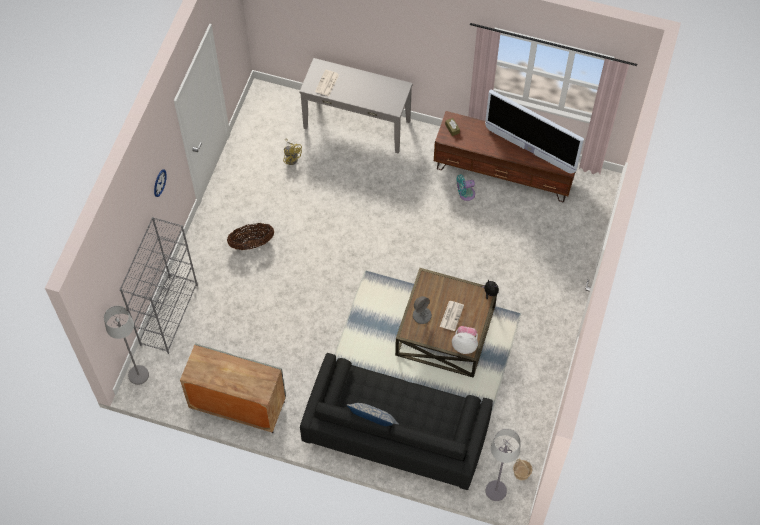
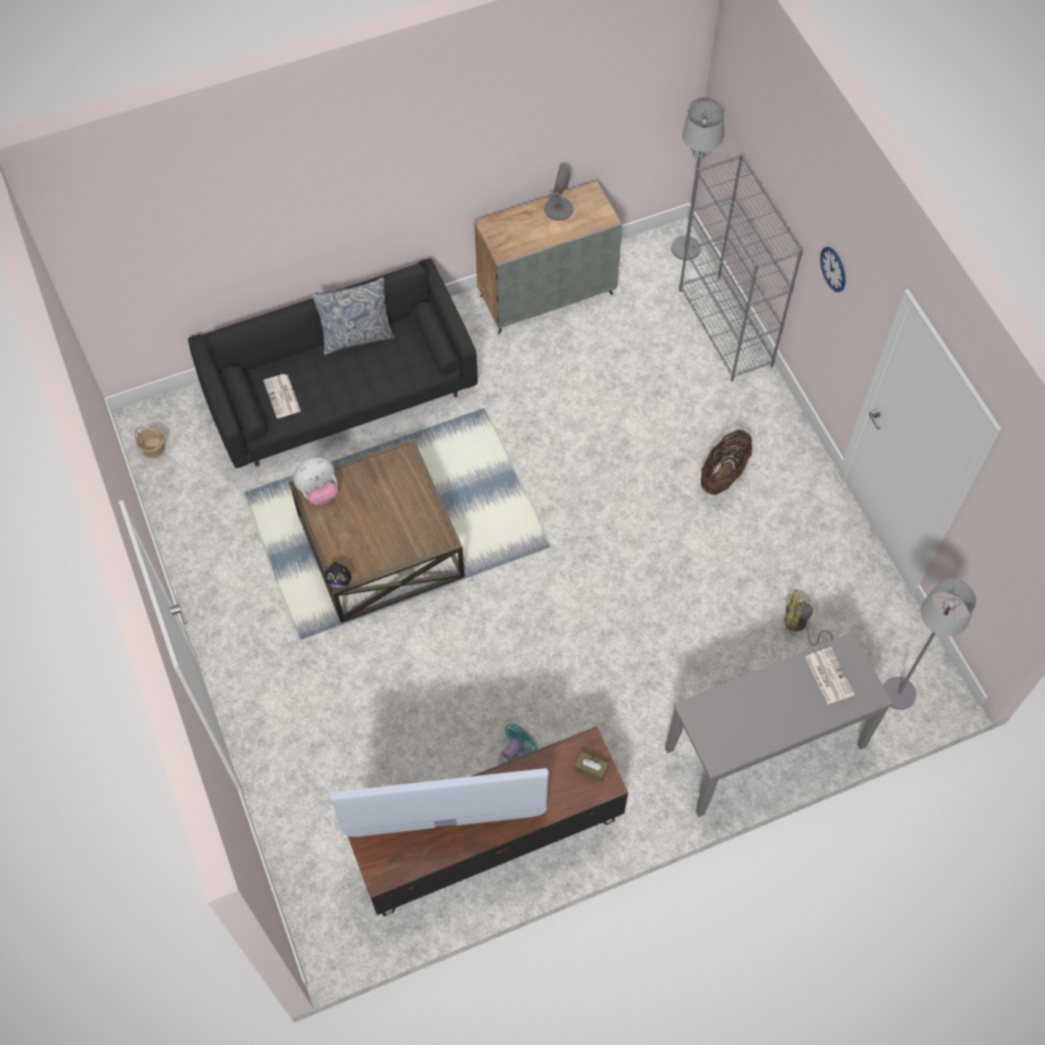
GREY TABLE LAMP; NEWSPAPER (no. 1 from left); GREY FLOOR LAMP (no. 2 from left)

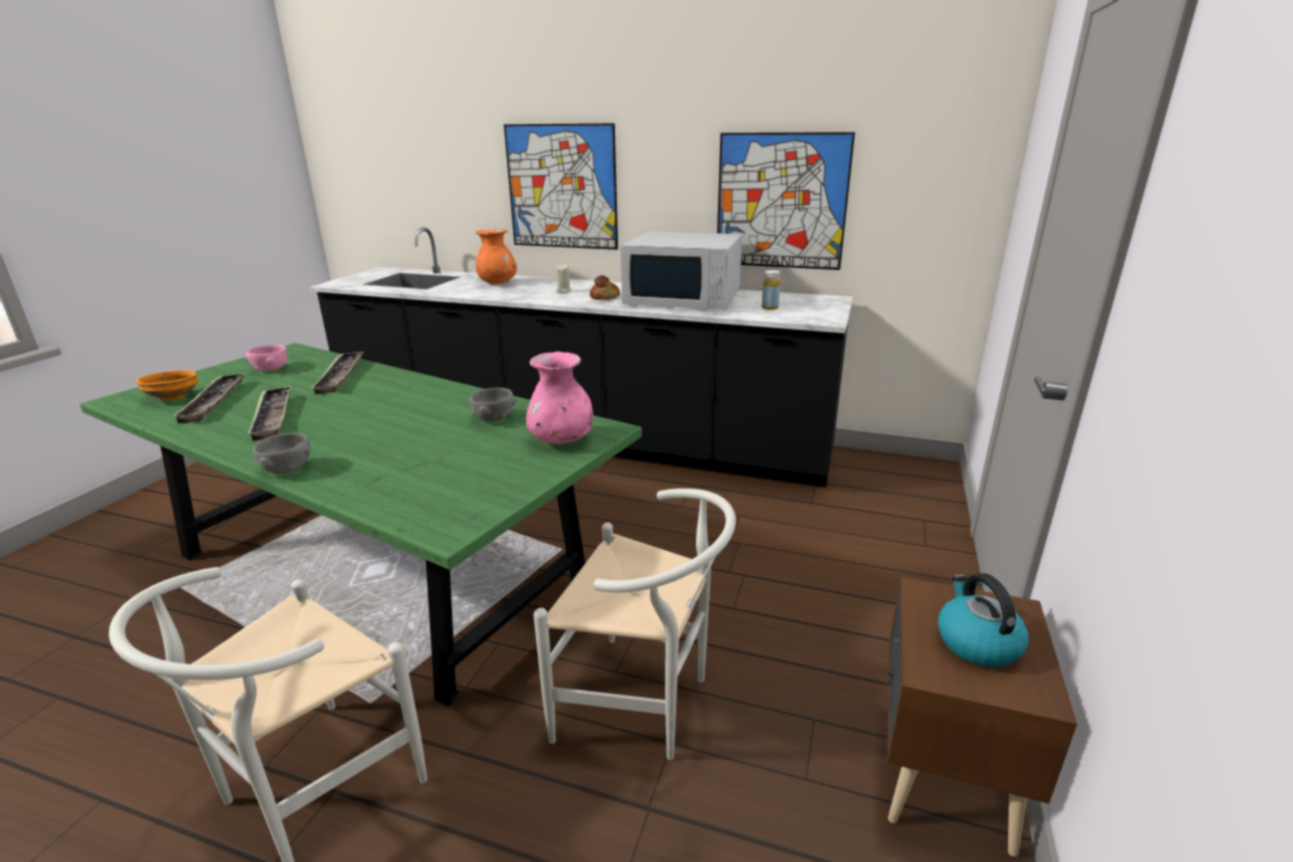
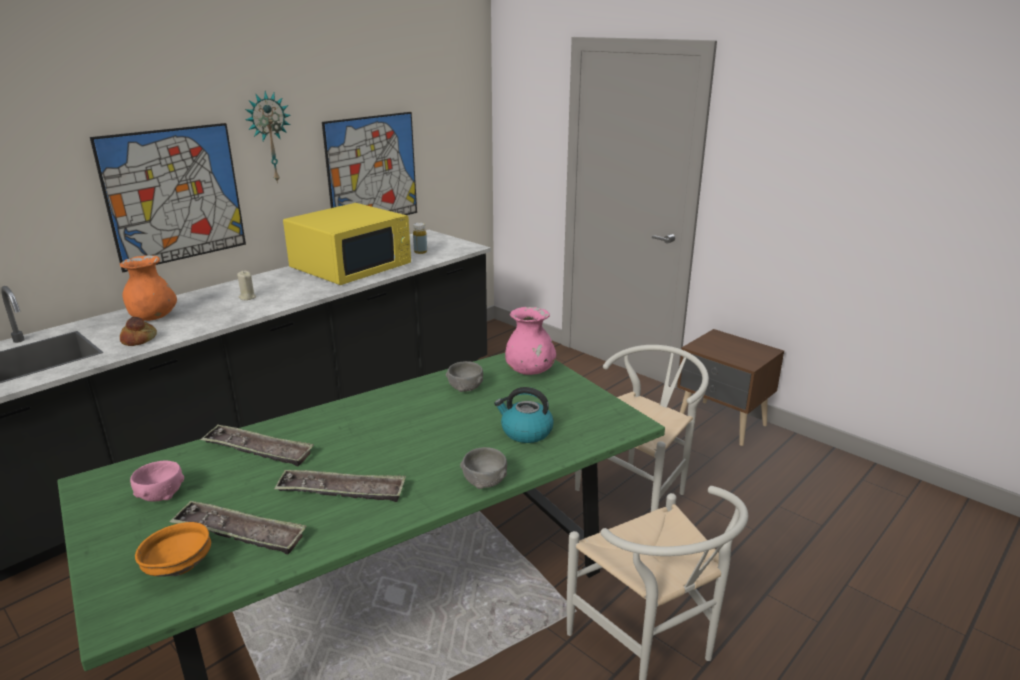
WALL CLOCK; BREAD; KETTLE; YELLOW MICROWAVE

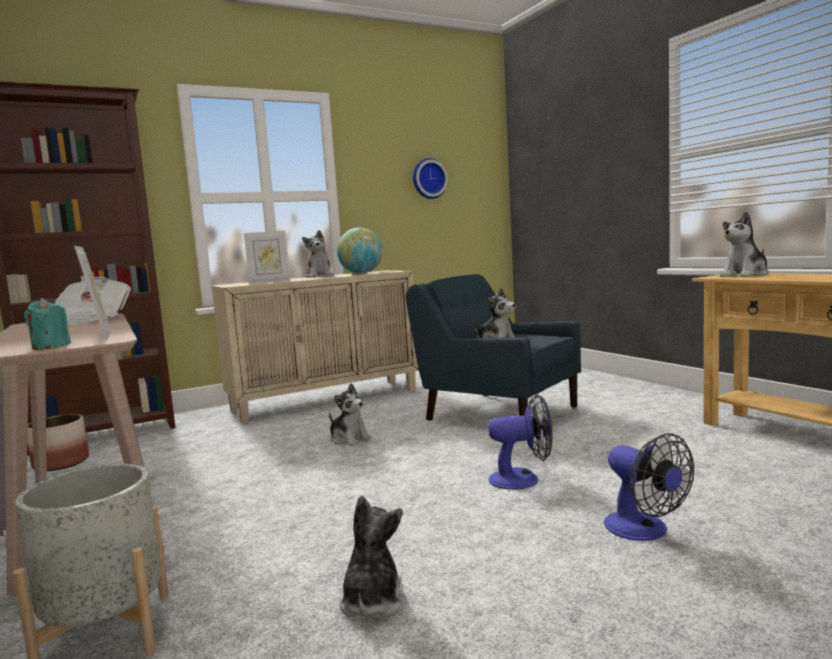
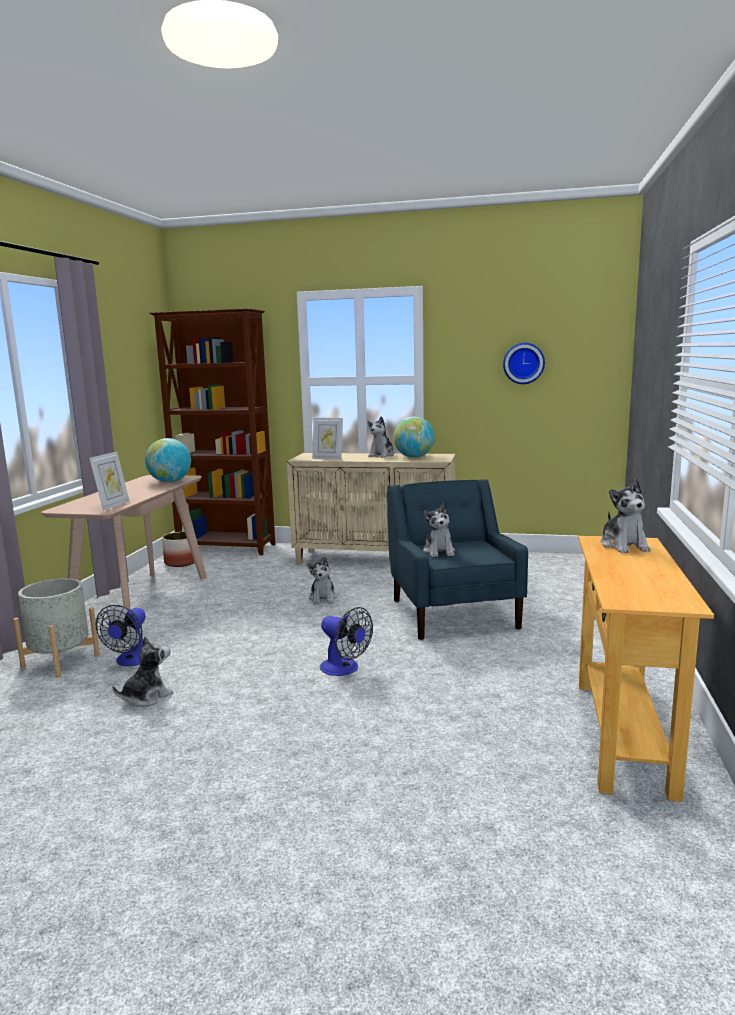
TURQUOISE CANDLE; FAN (no. 1 from left); GLOBE (no. 1 from left); PLUSH TOY (no. 5 from left)

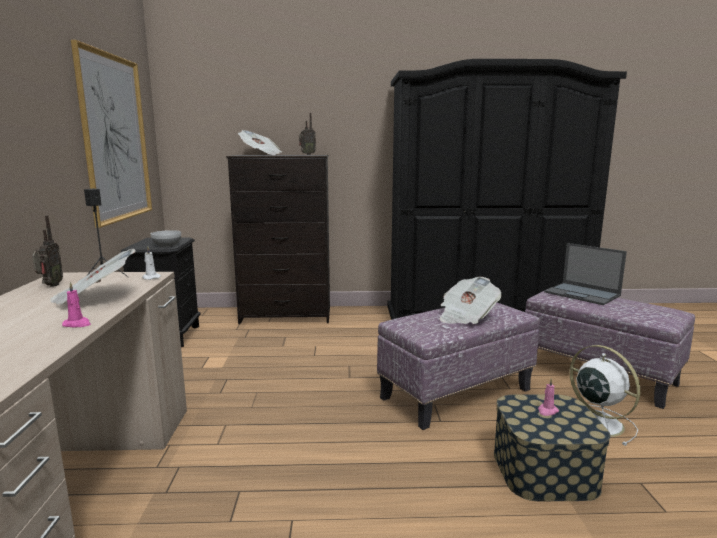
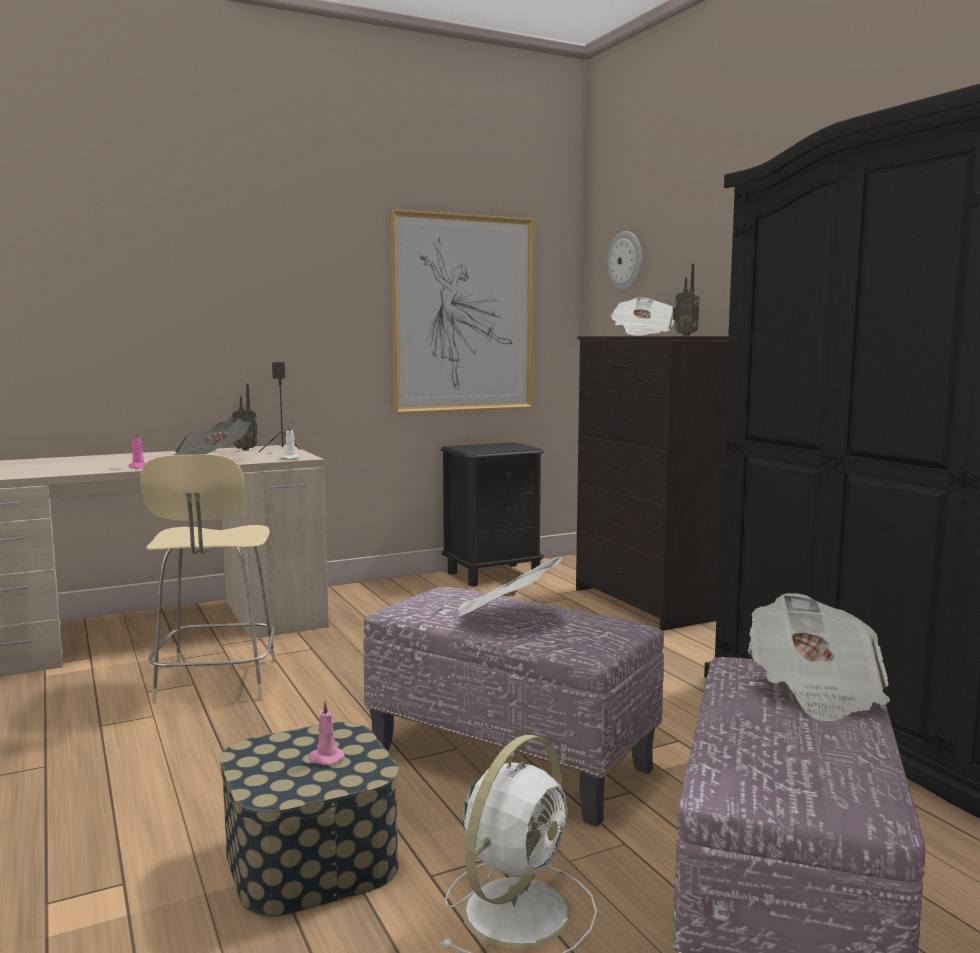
BOWL; BEIGE CHAIR; WALL CLOCK; NEWSPAPER (no. 4 from left)

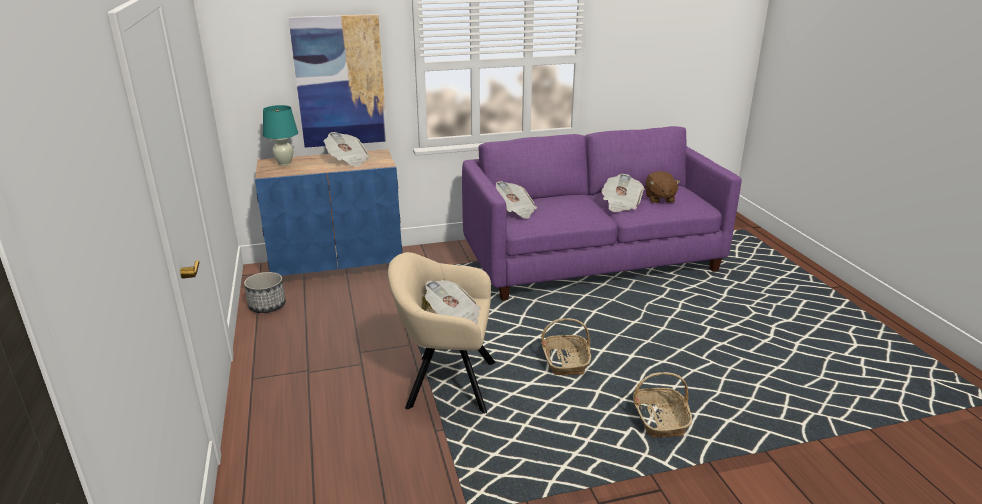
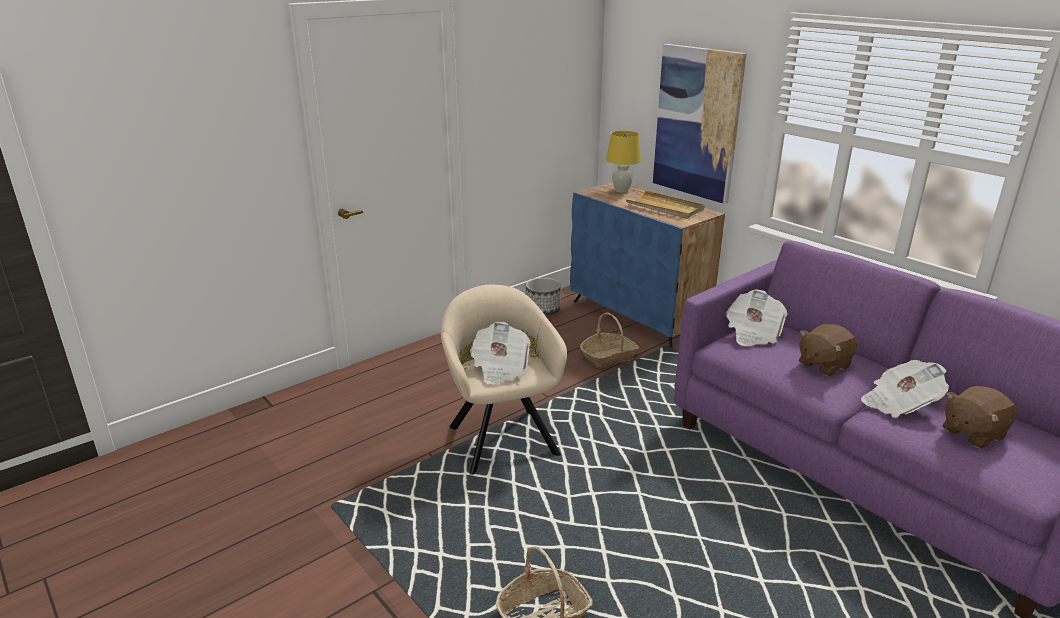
BROWN PLUSH TOY (no. 1 from left); BASKET (no. 2 from left); BEIGE TRAY; YELLOW TABLE LAMP

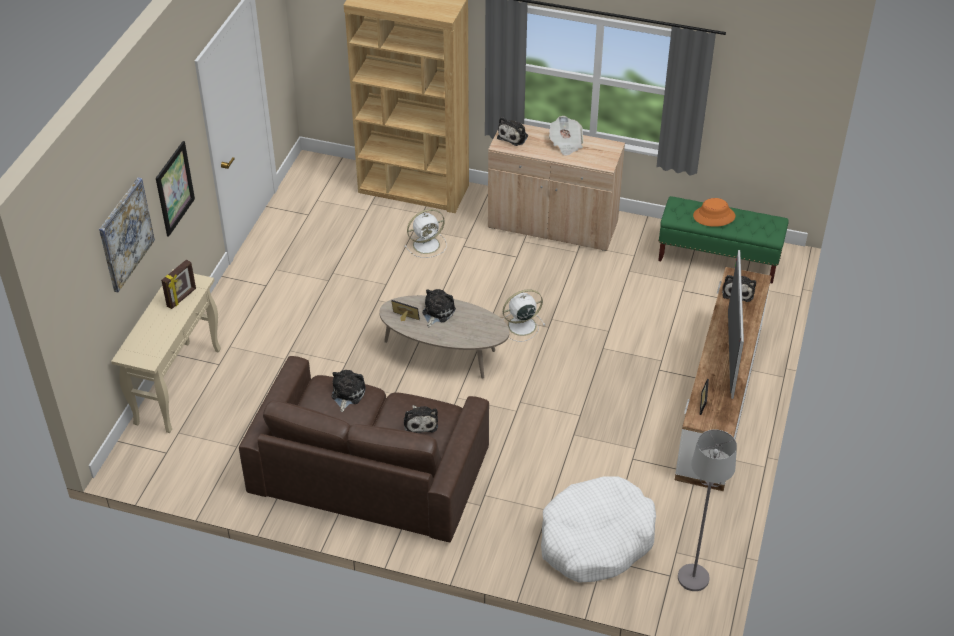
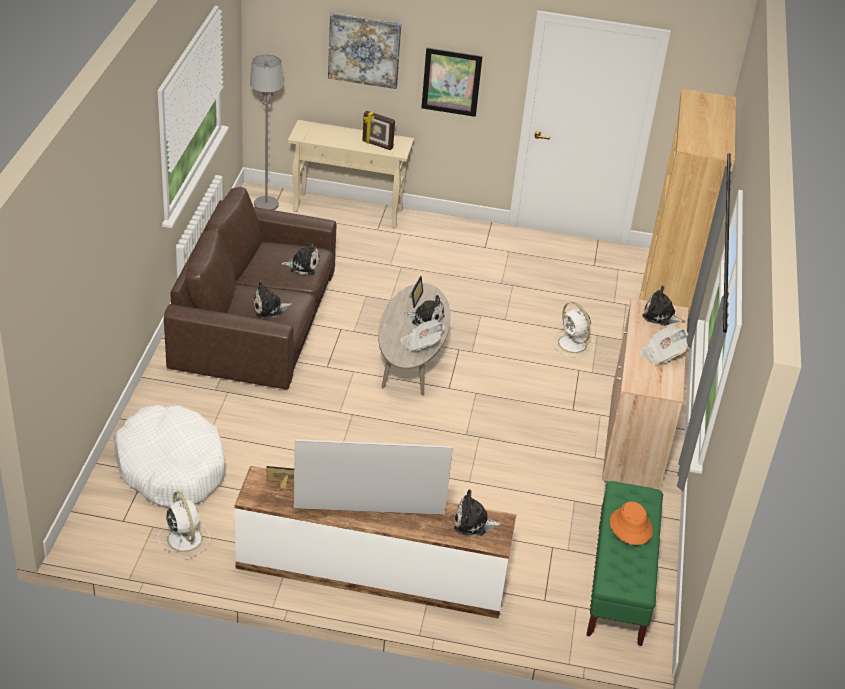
NEWSPAPER (no. 1 from left); WHITE FAN (no. 1 from left); GREY FLOOR LAMP

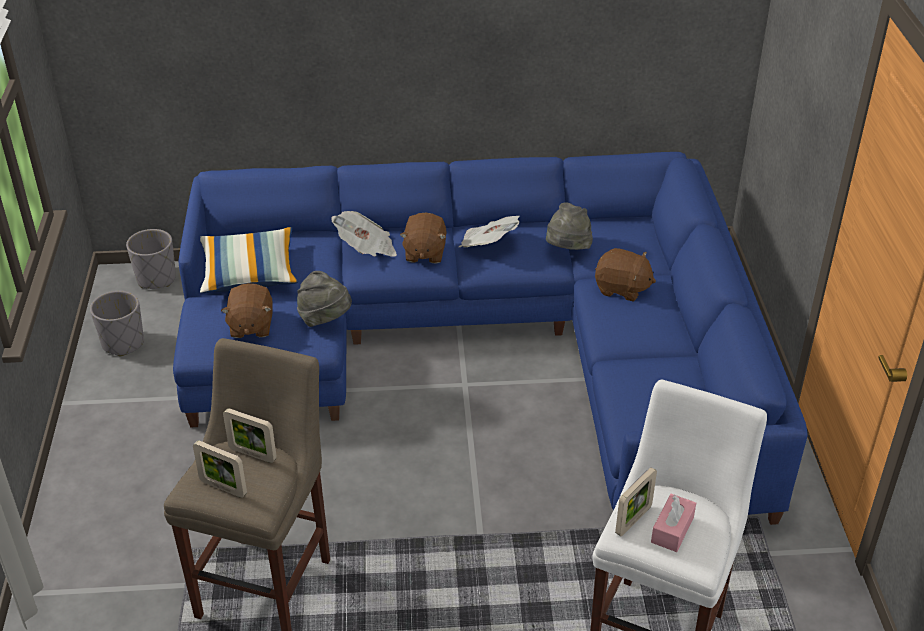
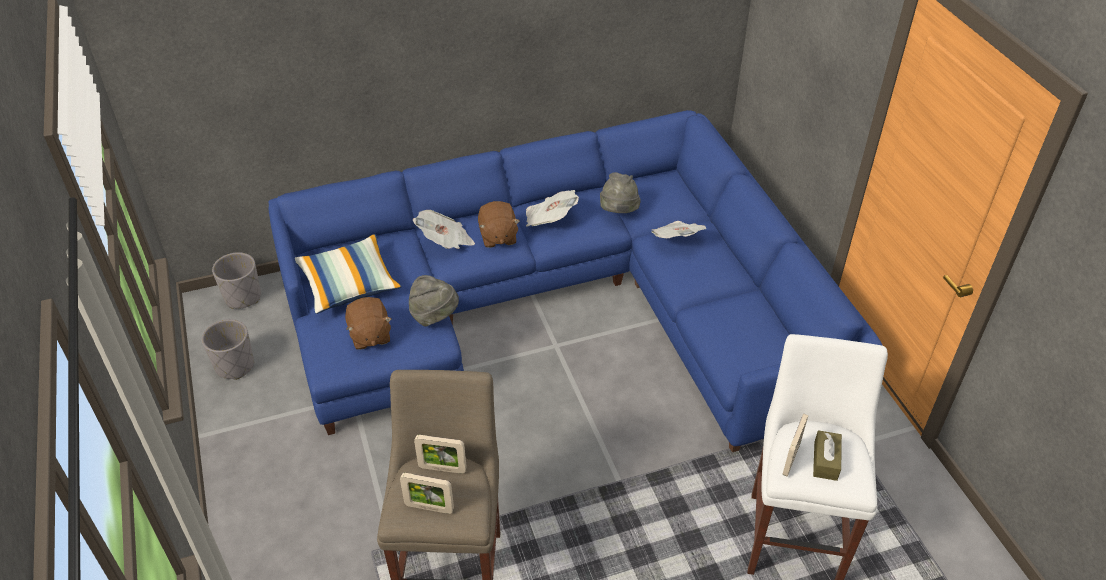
NEWSPAPER (no. 3 from left); BROWN TISSUE BOX

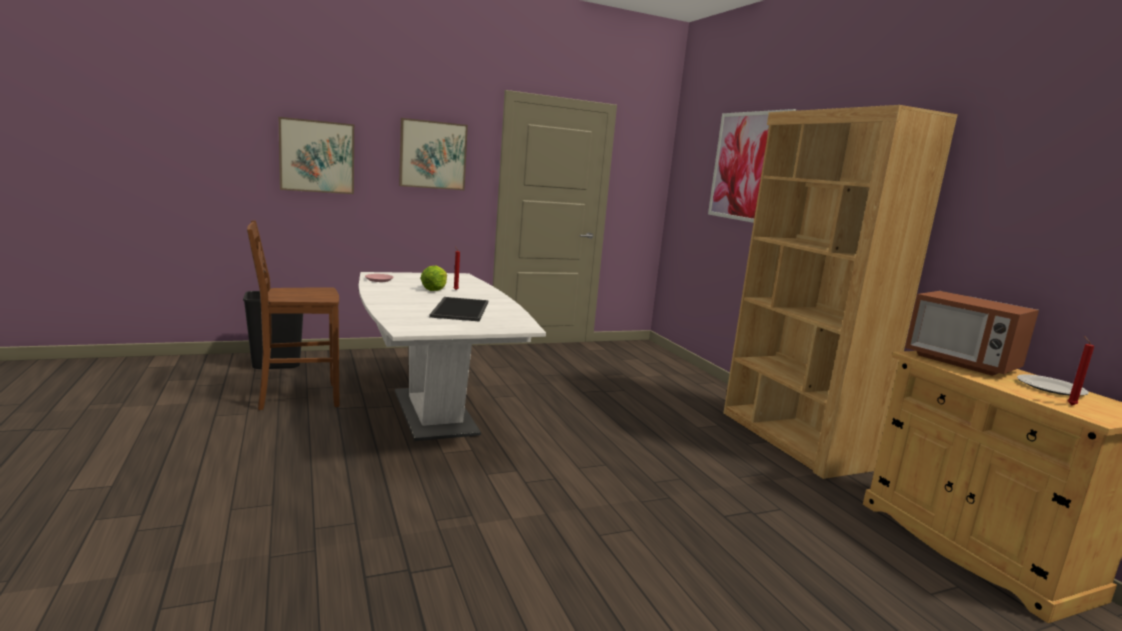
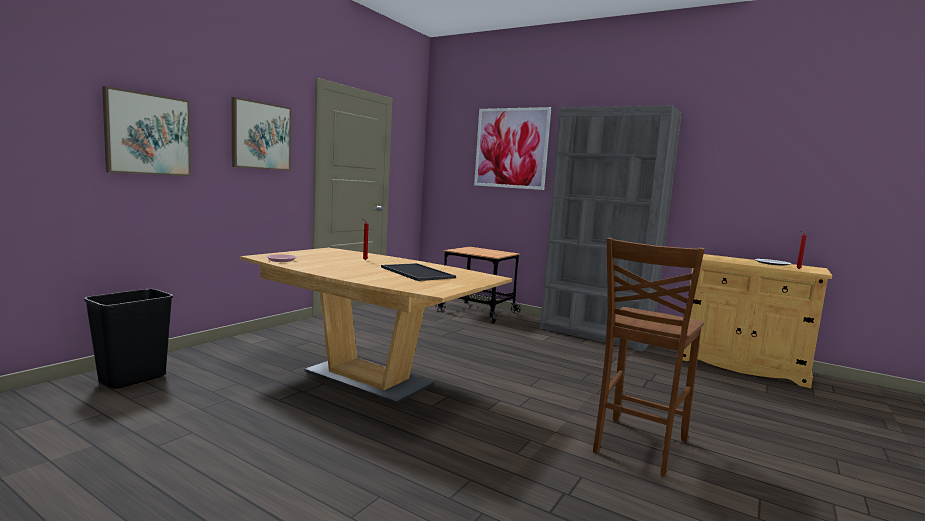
LETTUCE; MICROWAVE; CART; BROWN CHAIR; BROWN DINING TABLE; GREY BOOKCASE

